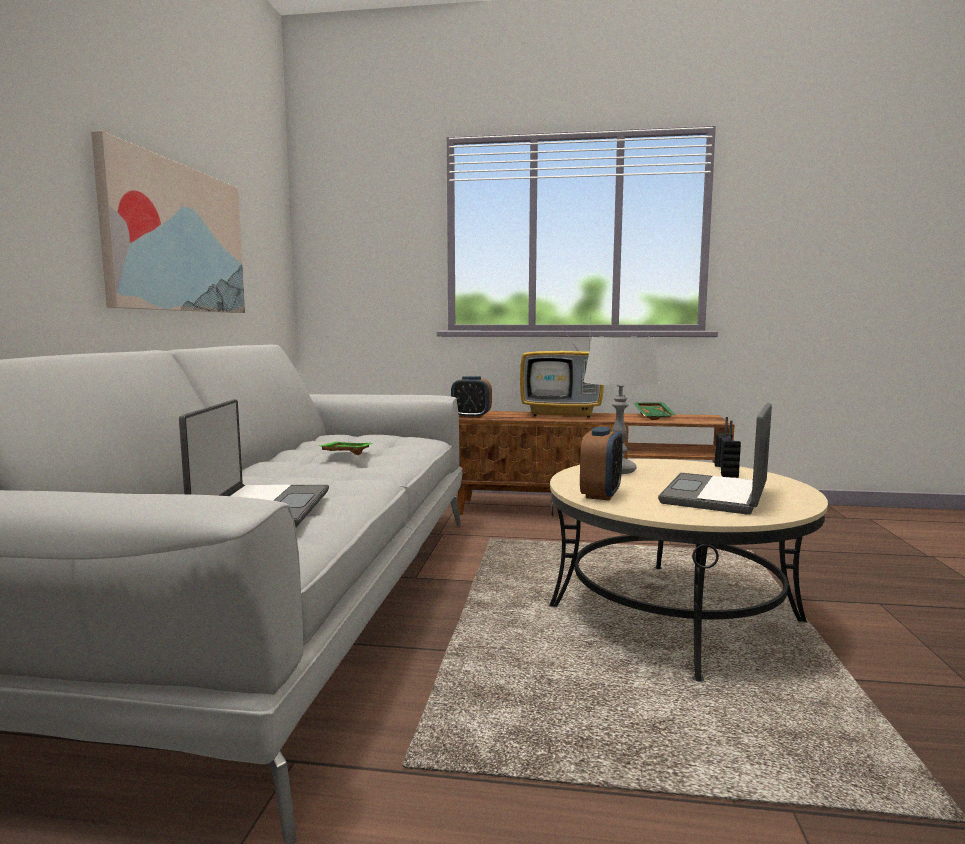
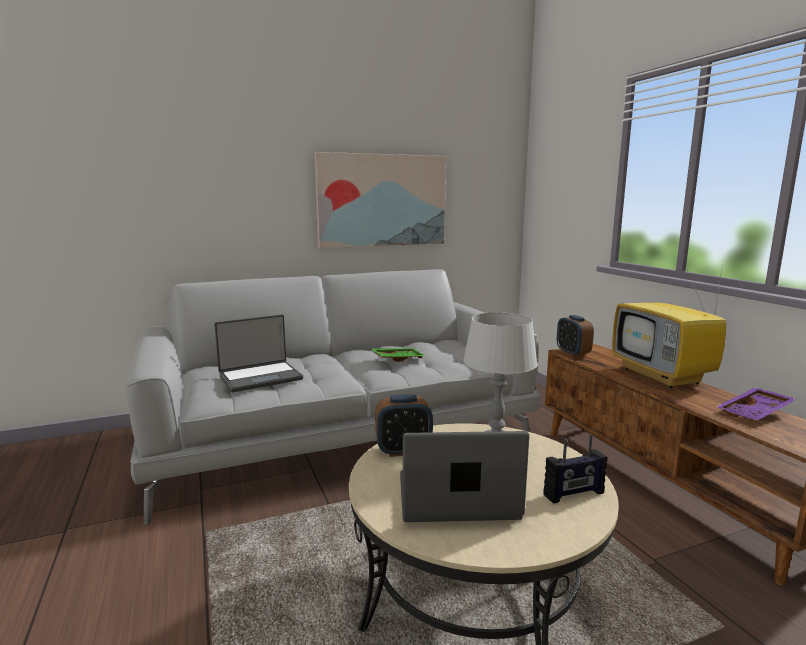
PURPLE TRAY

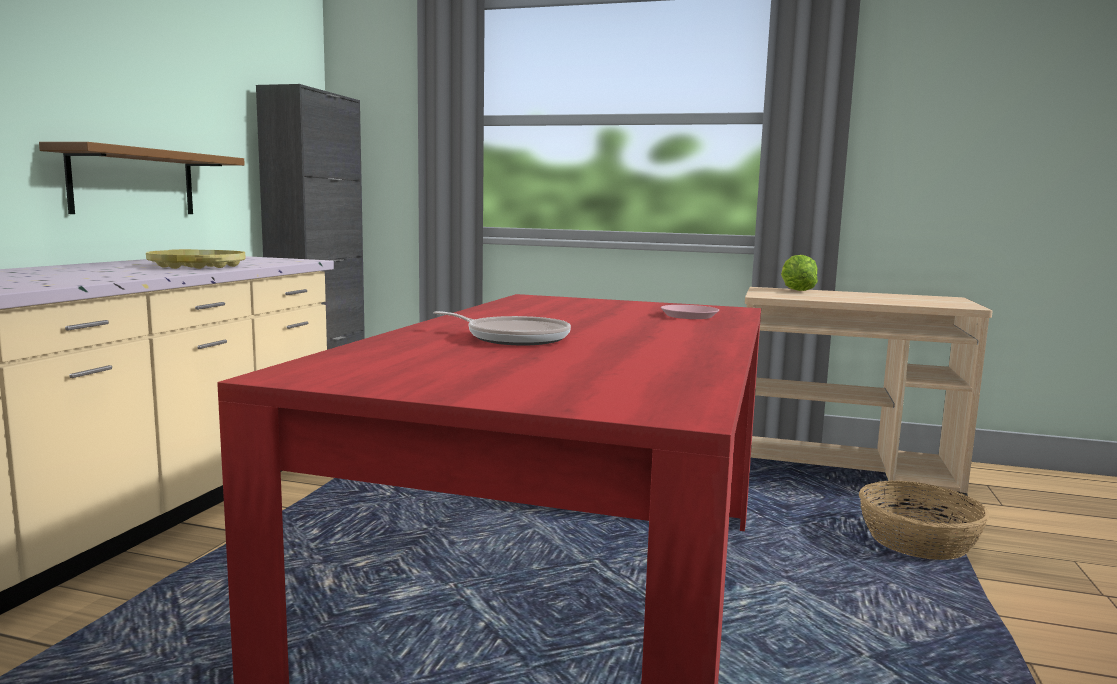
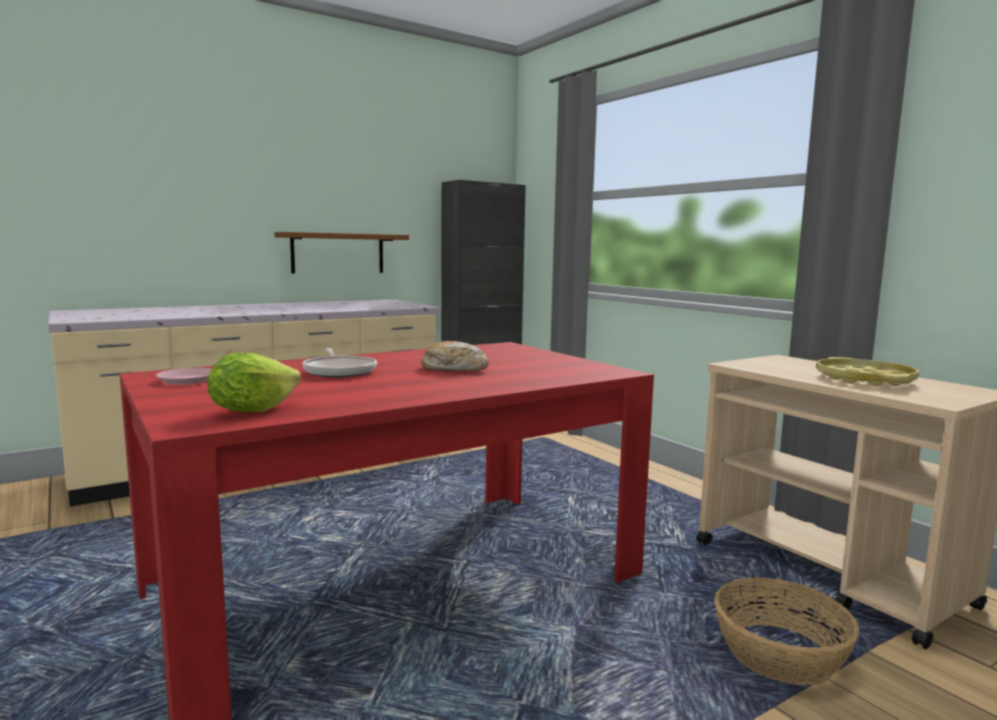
BREAD; YELLOW TRAY; PINK PLATE; LETTUCE

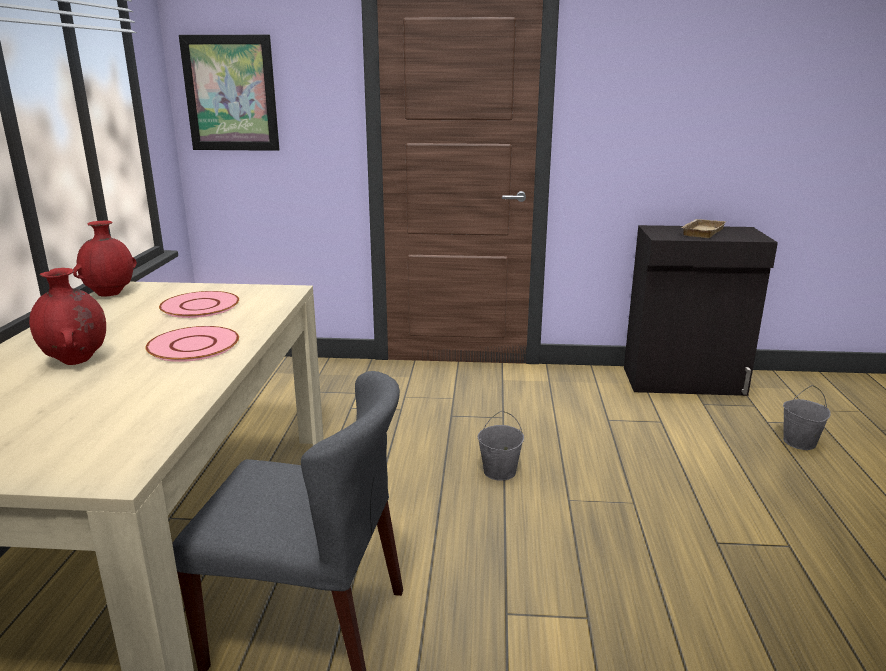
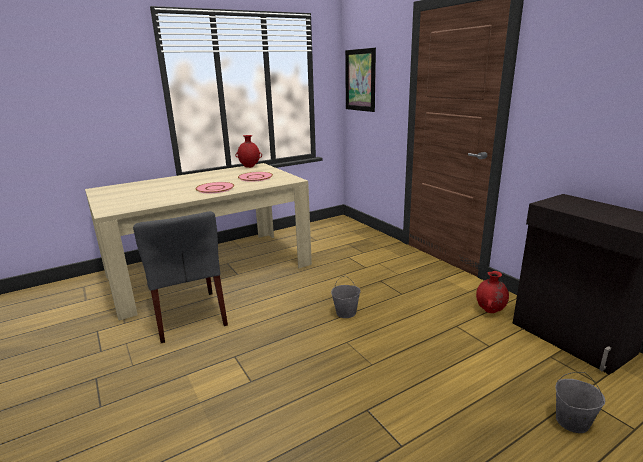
BEIGE TRAY; RED VASE (no. 2 from left)

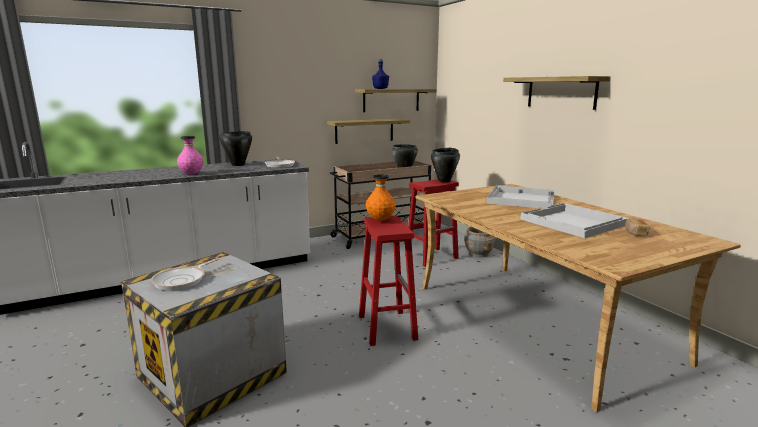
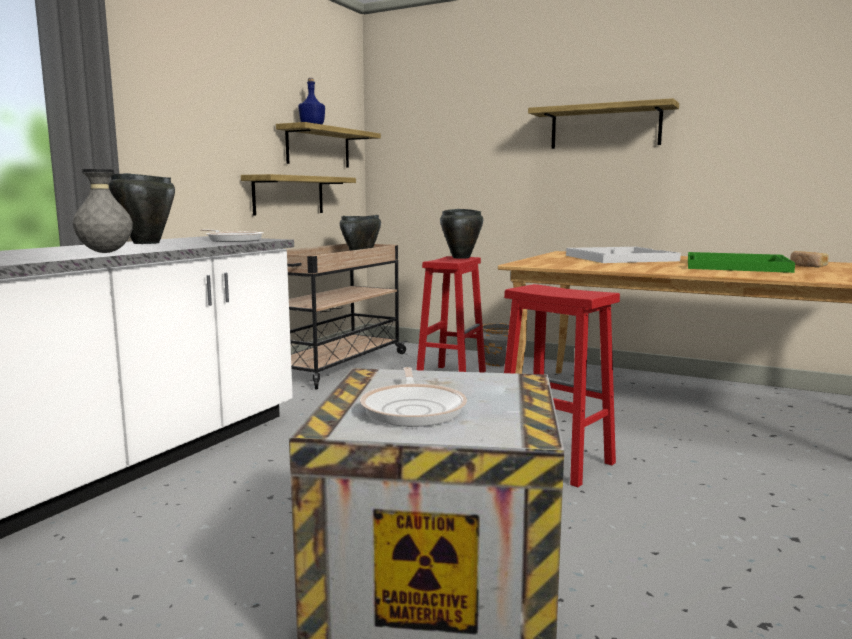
ORANGE VASE; GREY VASE; GREEN TRAY

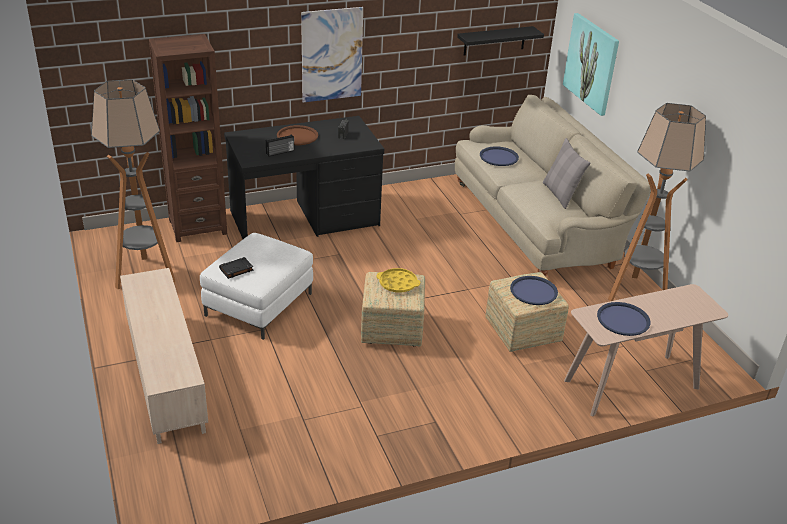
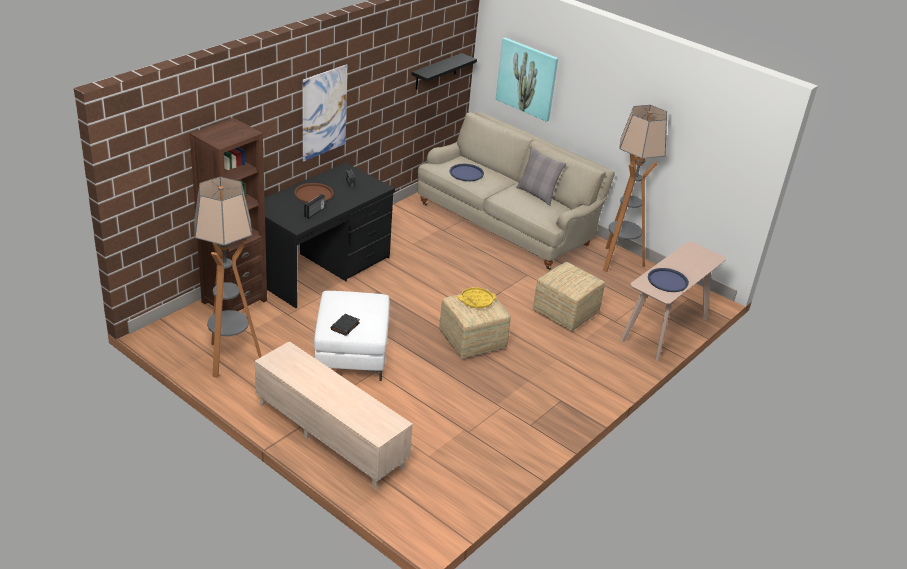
BLUE TRAY (no. 2 from left in the first image)

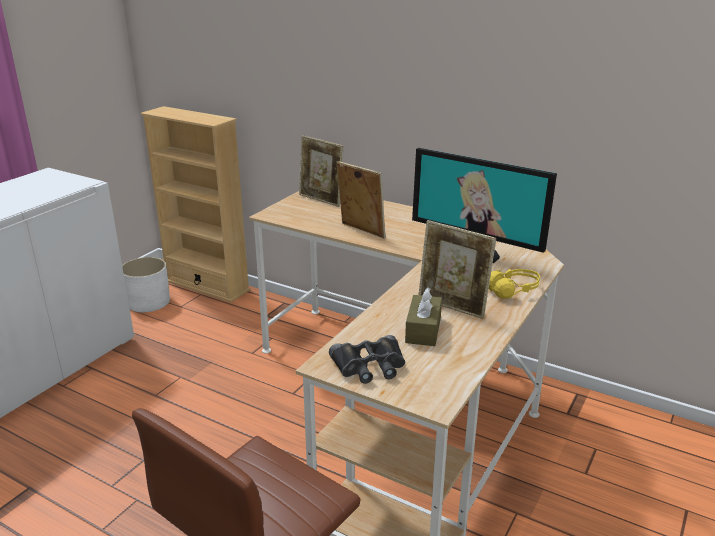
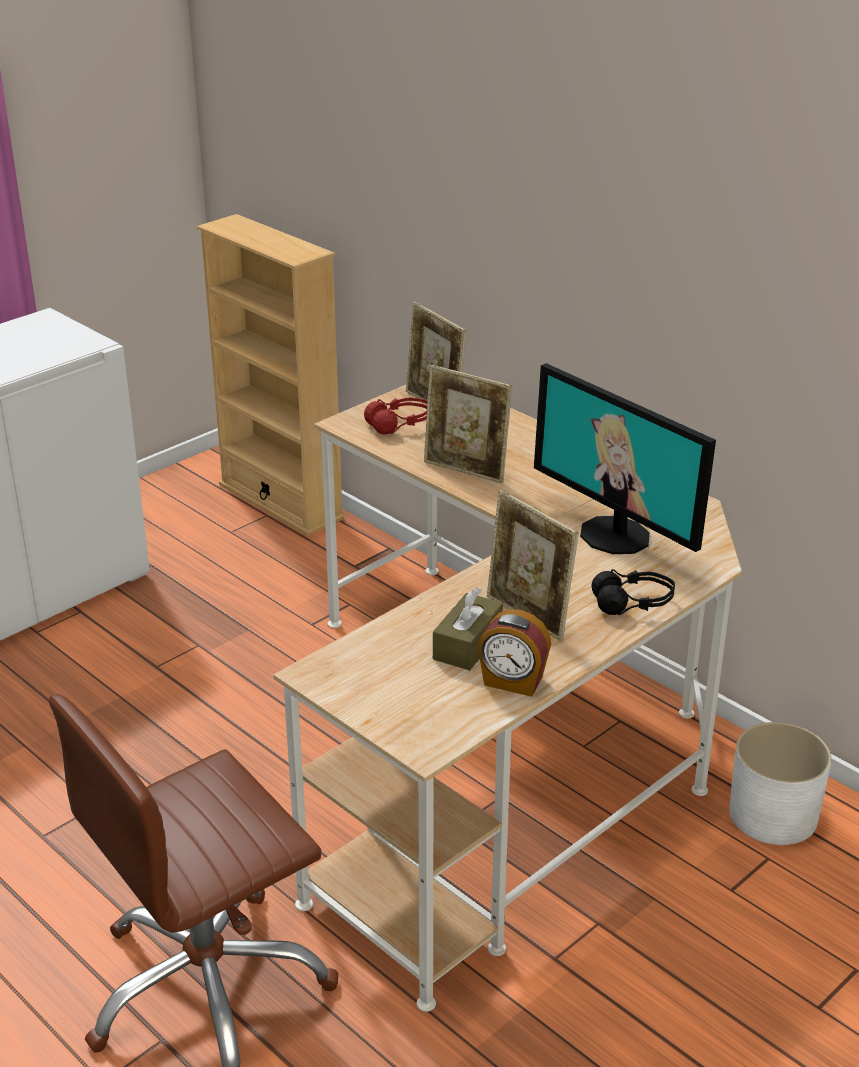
BLACK BINOCULARS; RED HEADPHONES; ALARM CLOCK; WHITE PLANTER; BLACK HEADPHONES; PICTURE FRAME (no. 2 from left)

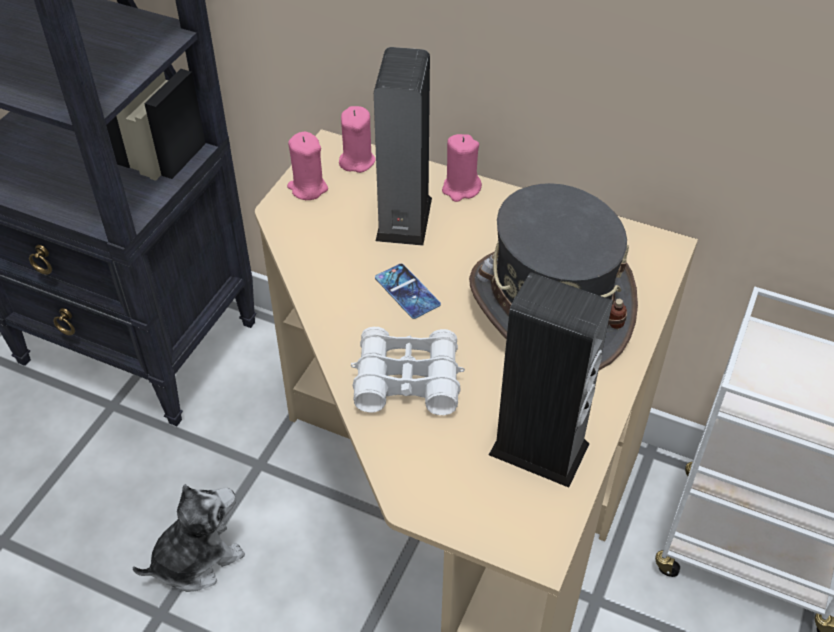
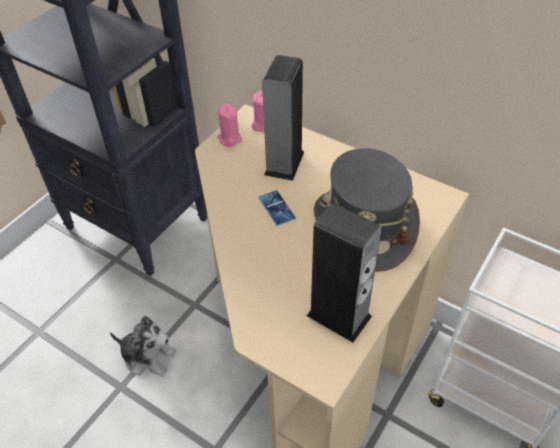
WHITE BINOCULARS; PINK CANDLE (no. 3 from left in the first image); PLUSH TOY

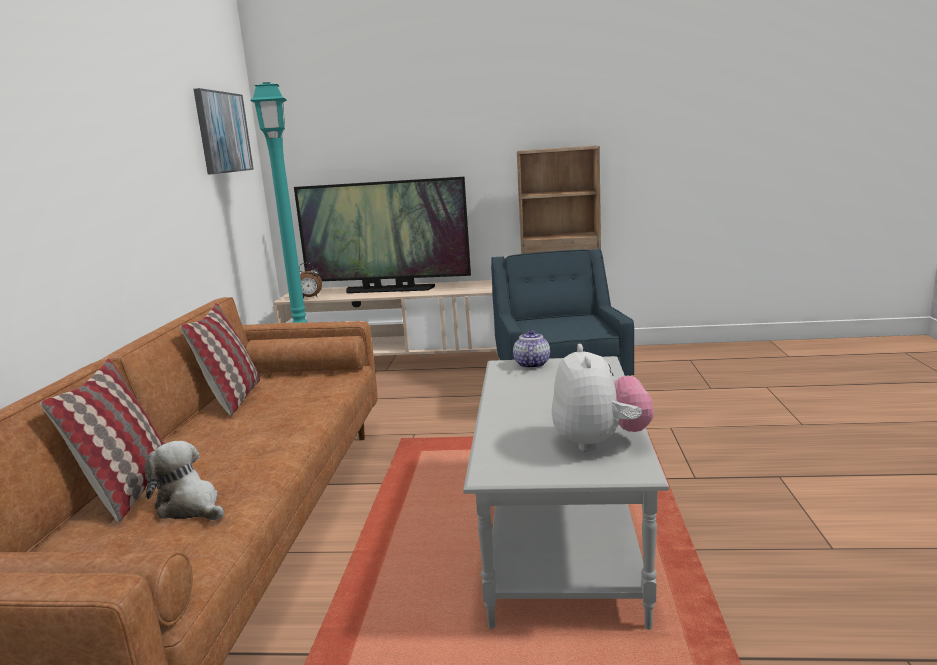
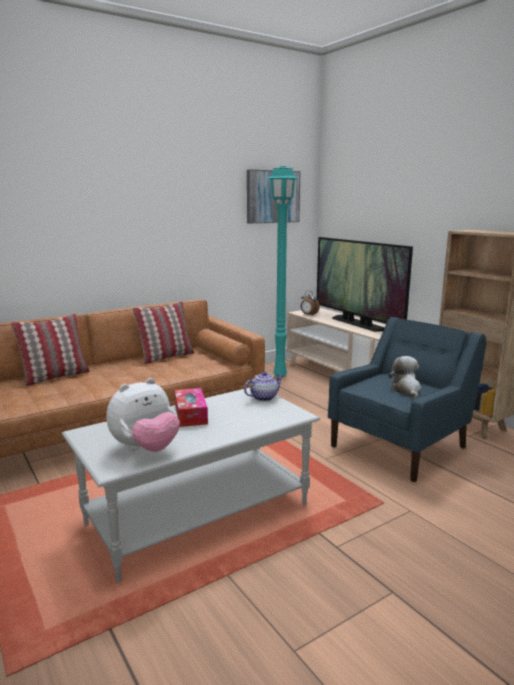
TISSUE BOX; PLUSH TOY (no. 2 from left)

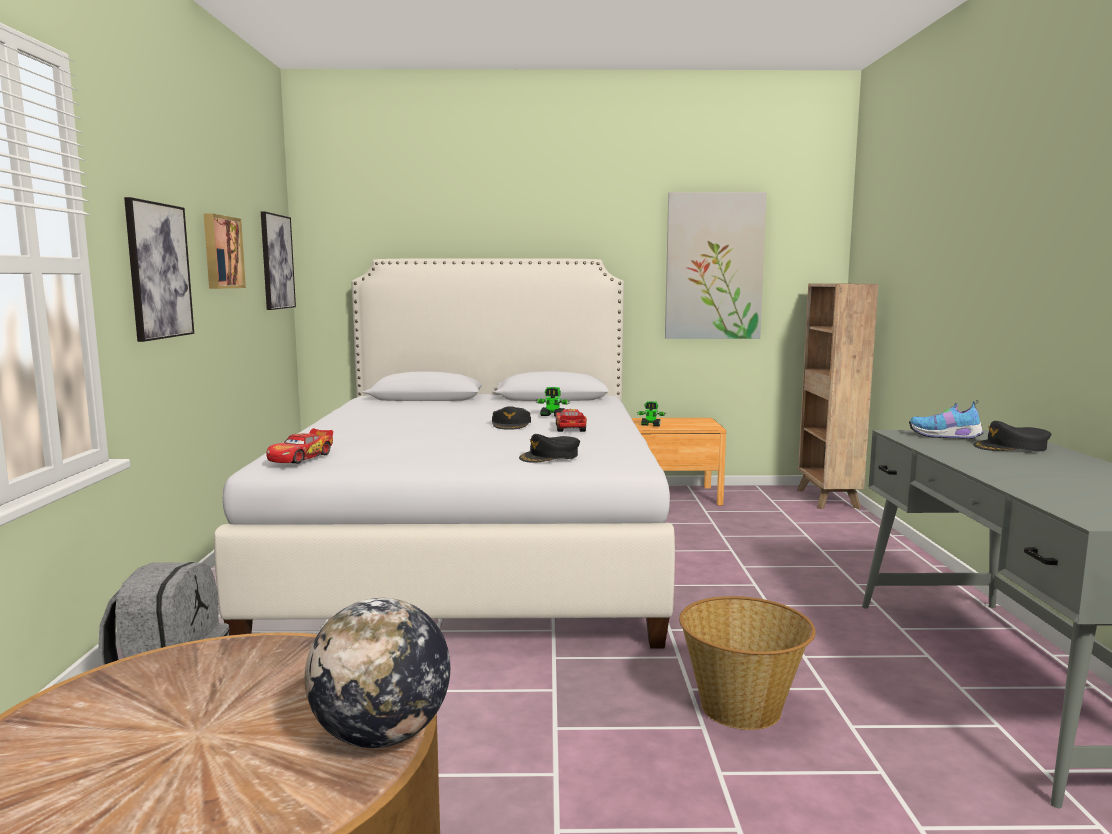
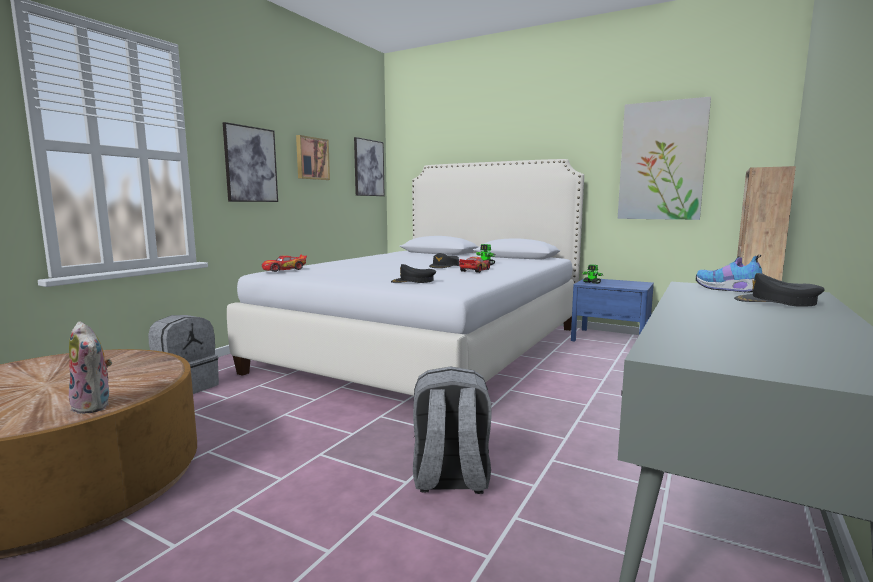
PLUSH TOY; GREY BACKPACK (no. 2 from left); BLUE NIGHTSTAND

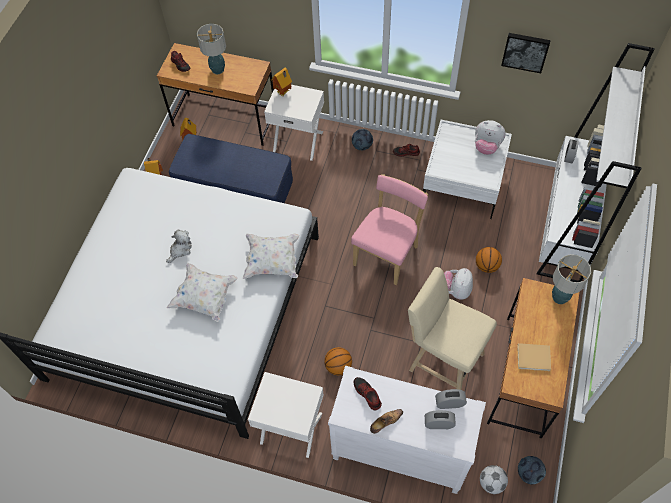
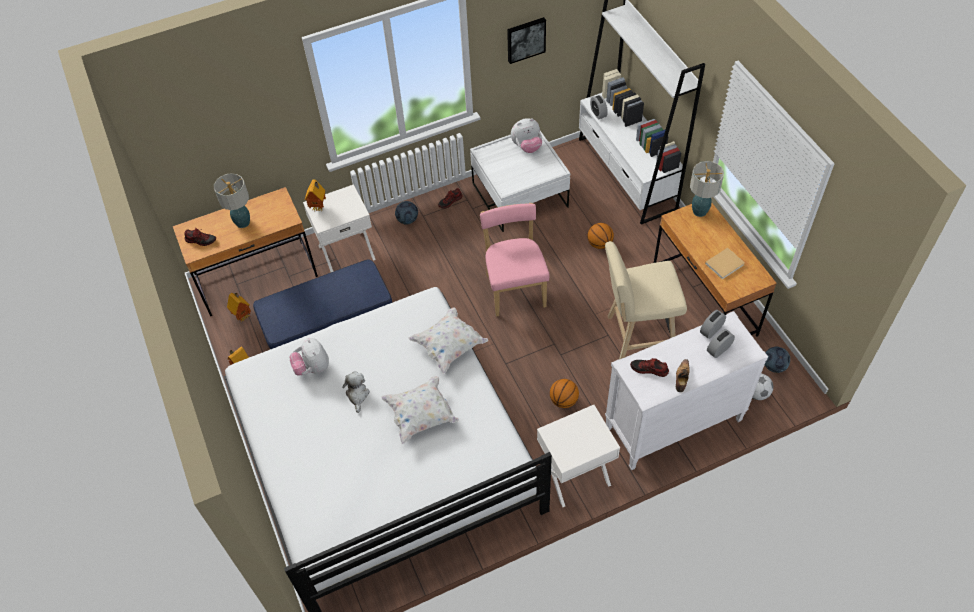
PLUSH TOY (no. 1 from left)

